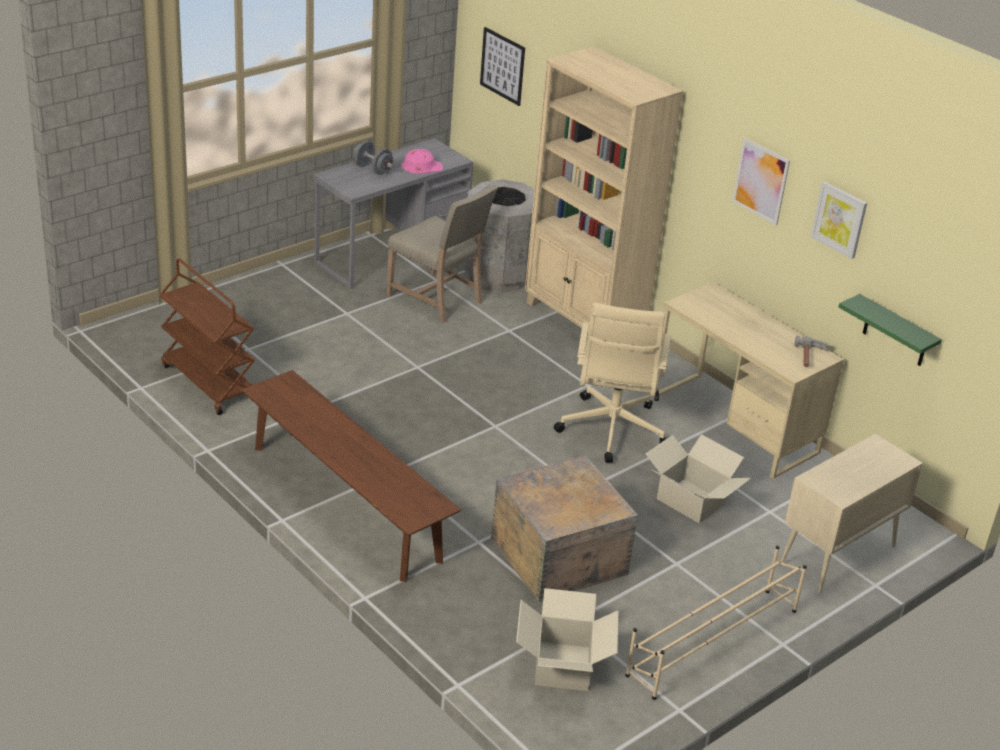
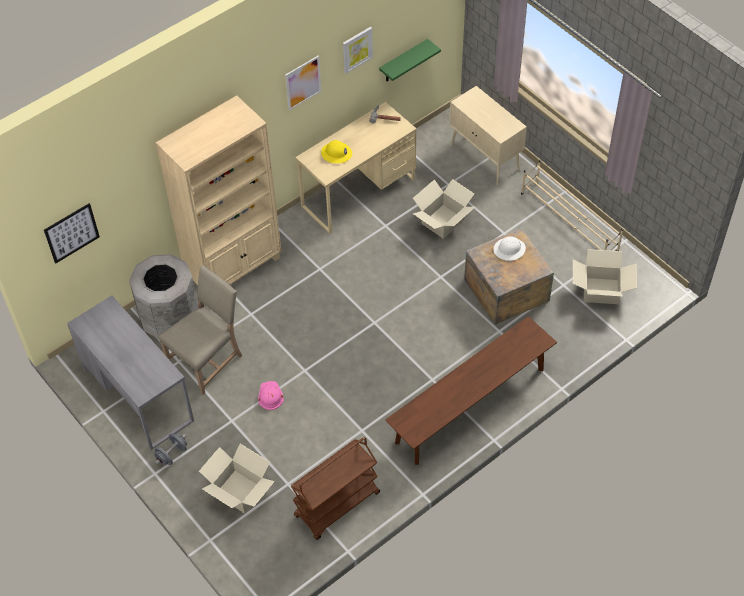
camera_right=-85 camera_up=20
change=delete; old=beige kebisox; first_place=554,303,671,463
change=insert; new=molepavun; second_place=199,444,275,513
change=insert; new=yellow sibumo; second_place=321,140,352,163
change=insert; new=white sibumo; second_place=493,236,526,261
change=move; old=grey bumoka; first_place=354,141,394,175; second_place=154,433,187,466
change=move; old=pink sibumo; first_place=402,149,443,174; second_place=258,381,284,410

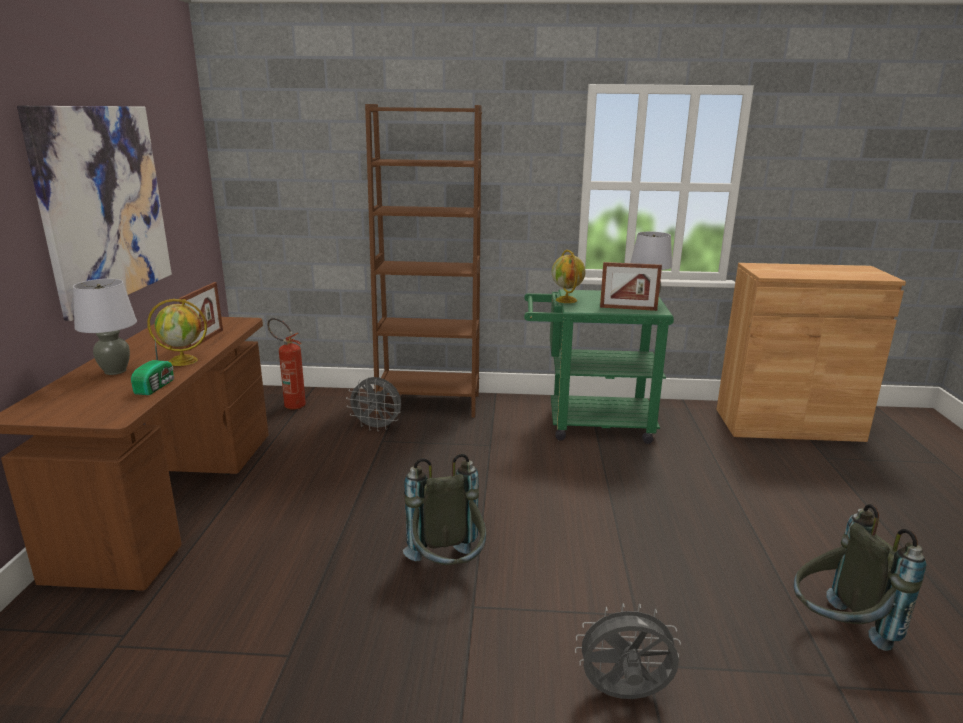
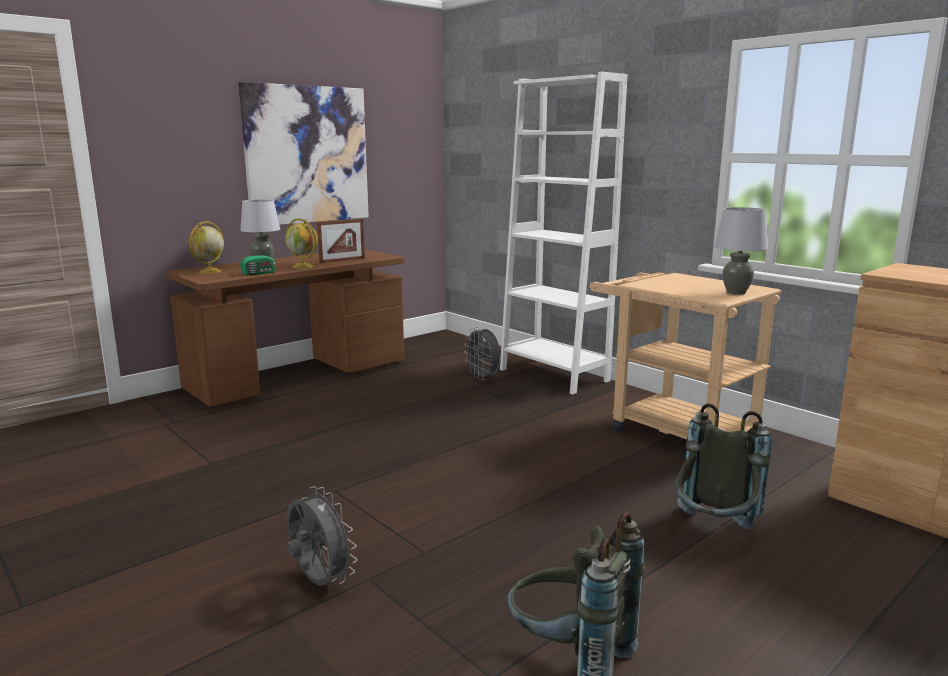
camera_right=45 camera_up=-5
change=delete; old=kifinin; first_place=267,318,306,410
change=delete; old=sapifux; first_place=600,262,662,311
change=move; old=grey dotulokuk; first_place=403,453,486,565; second_place=676,403,772,529
change=move; old=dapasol; first_place=552,250,586,303; second_place=189,221,224,274
change=recolor; old=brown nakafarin; new=white nakafarin; first_place=365,104,482,418; second_place=500,72,628,395
change=recolor; old=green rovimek; new=beige rovimek; first_place=524,289,674,444; second_place=590,272,781,439

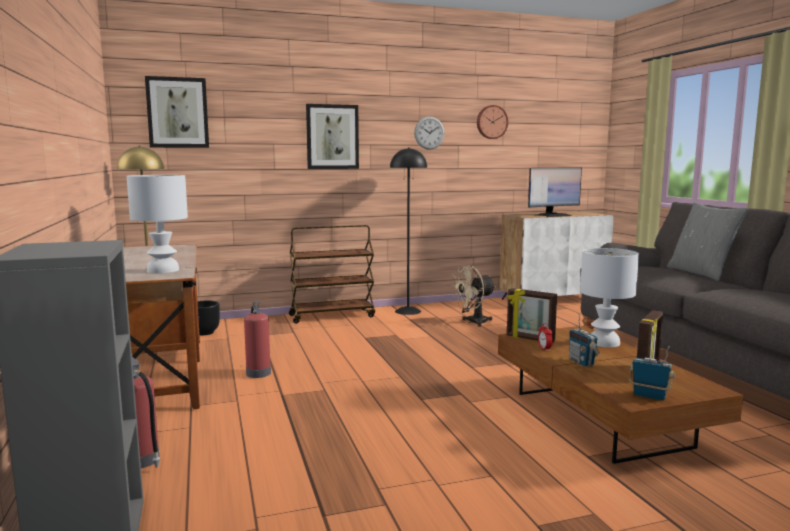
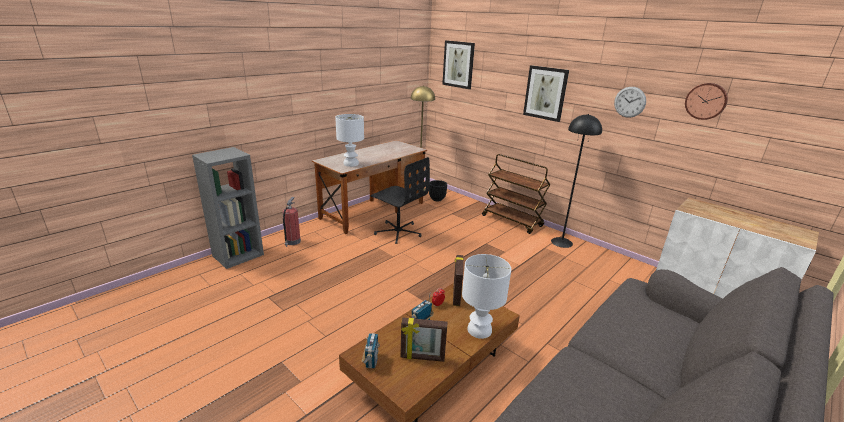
camera_right=60 camera_up=15
change=delete; old=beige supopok; first_place=451,266,496,327
change=delete; old=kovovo; first_place=528,167,582,217
change=delete; old=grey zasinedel; first_place=667,203,749,281
change=replace; old=kifinin; new=black kebisox; first_place=244,302,271,378; second_place=370,157,430,244

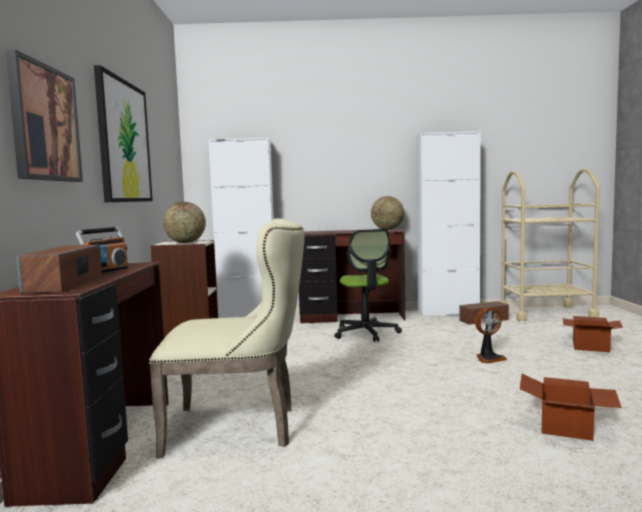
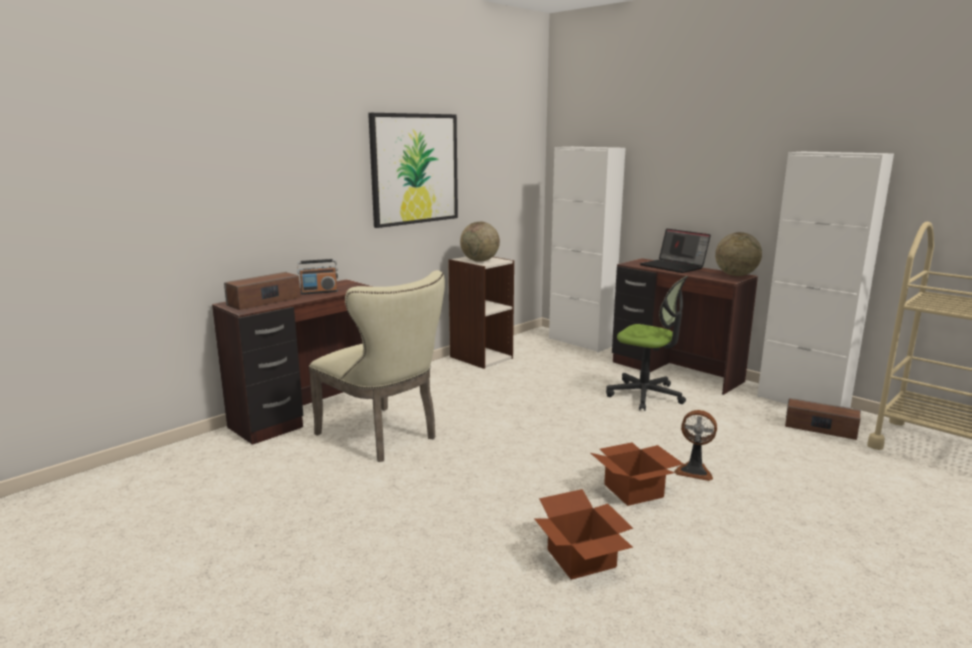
camera_right=45 camera_up=10
change=delete; old=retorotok; first_place=6,49,83,182
change=insert; new=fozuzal; second_place=640,229,711,273
change=move; old=molepavun; first_place=563,316,623,352; second_place=591,442,683,506
change=rotate; old=kebisox; first_place=334,229,402,342; second_place=606,276,688,411; degrees=-90

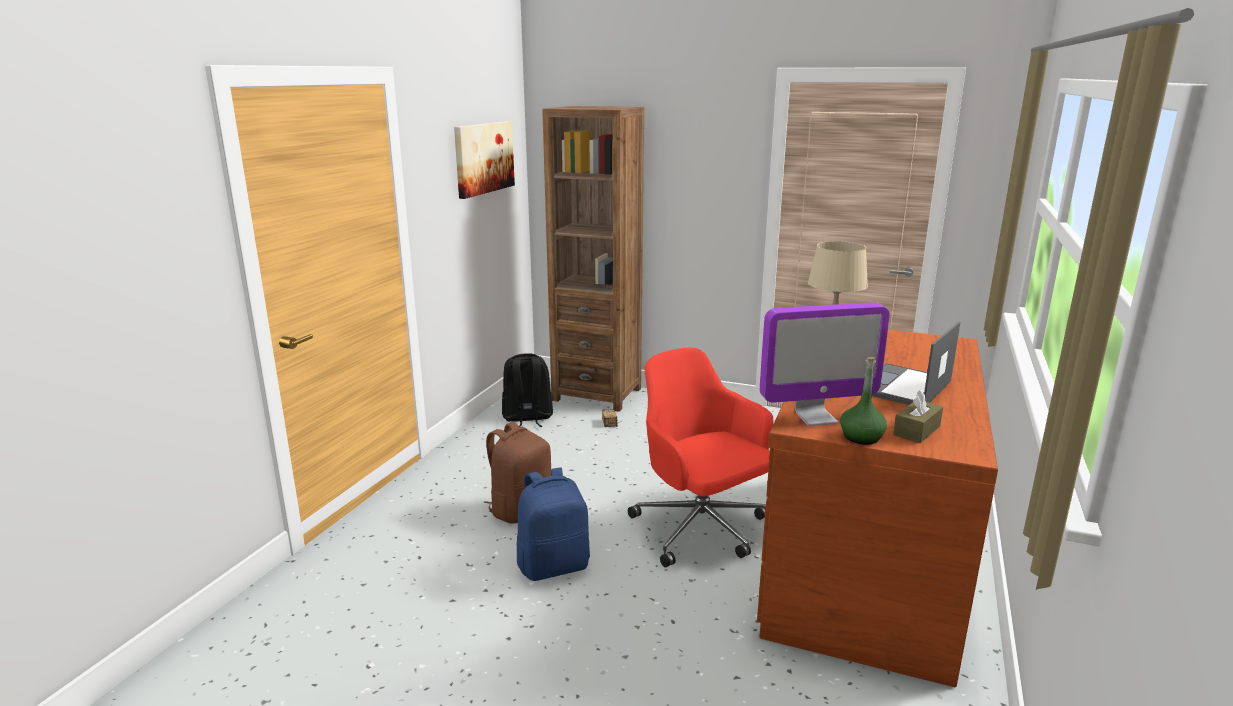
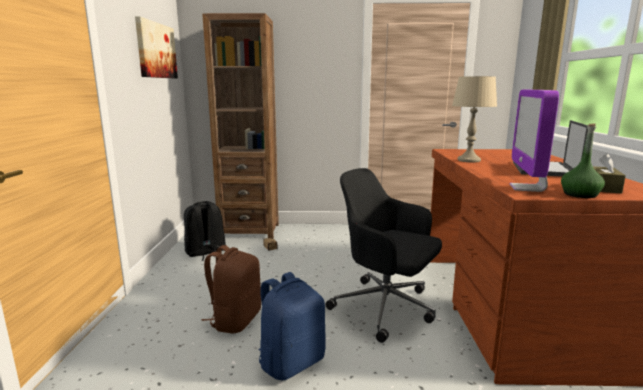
camera_right=-20 camera_up=-5
change=recolor; old=red kebisox; new=black kebisox; first_place=628,348,774,567; second_place=325,168,442,343
change=rotate; old=kovovo; first_place=760,303,890,426; second_place=510,90,559,192; degrees=135

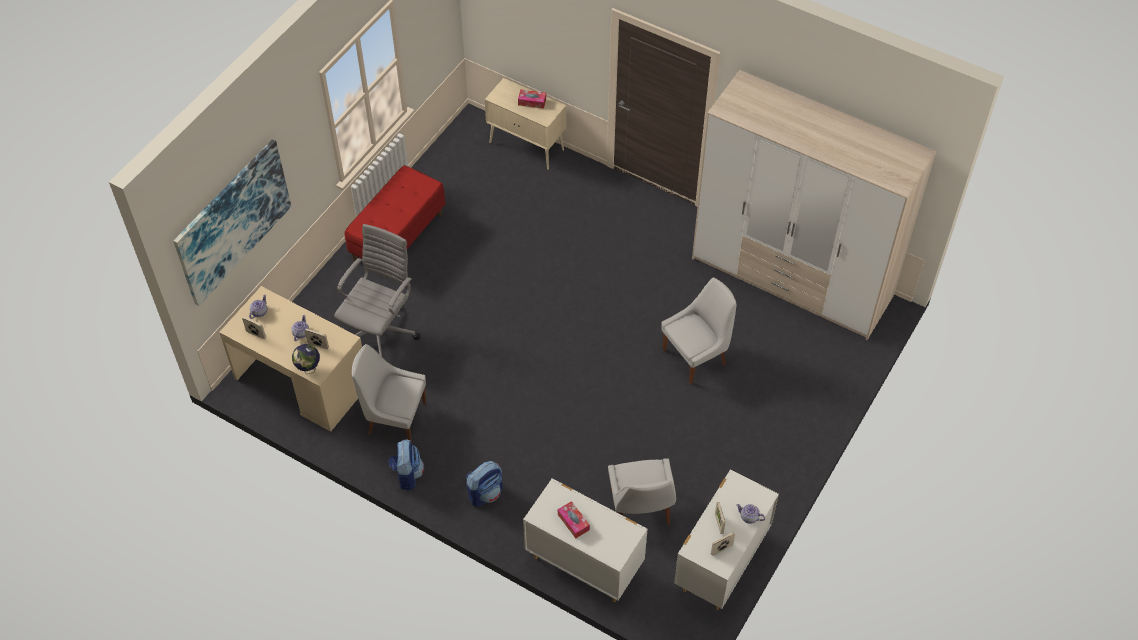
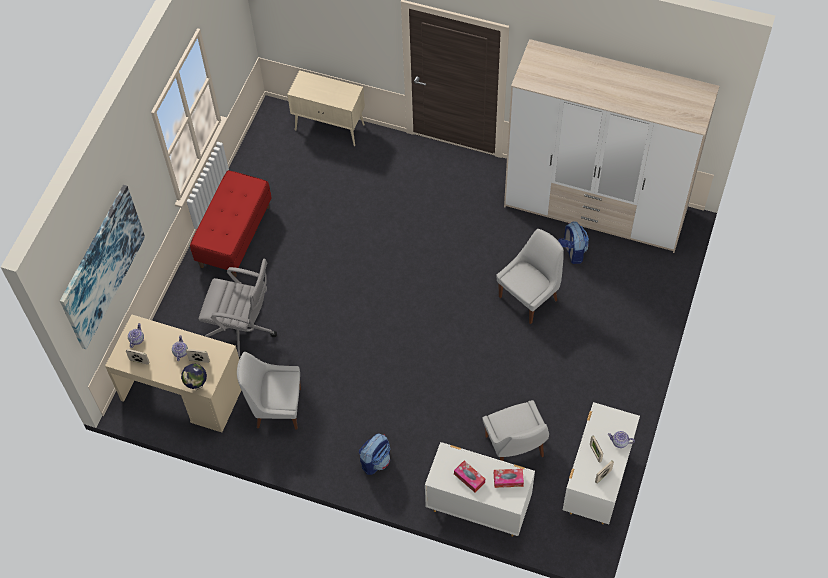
camera_right=-10 camera_up=5
change=move; old=dotulokuk; first_place=389,439,424,490; second_place=558,221,589,264
change=move; old=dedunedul; first_place=518,89,546,109; second_place=494,469,524,488
change=rotate; old=grey kebisox; first_place=334,224,420,357; second_place=198,258,277,359; degrees=90

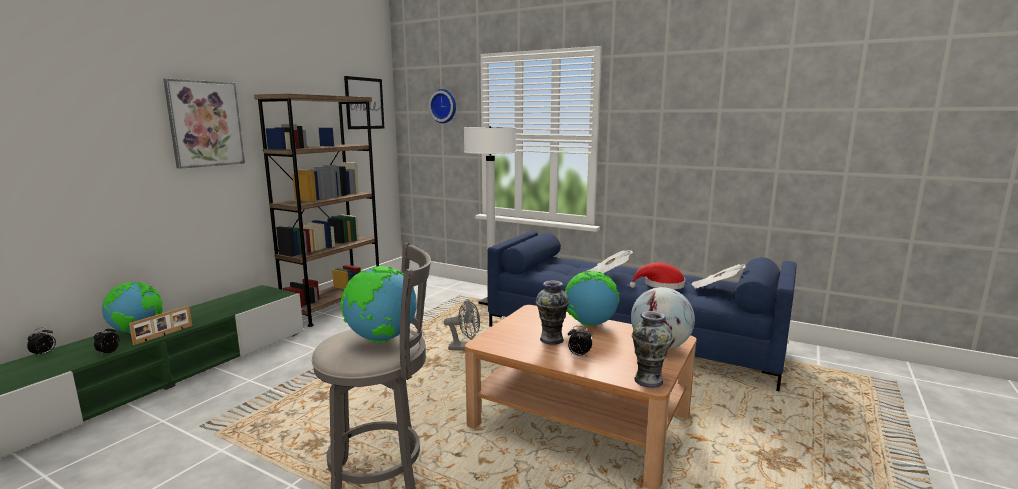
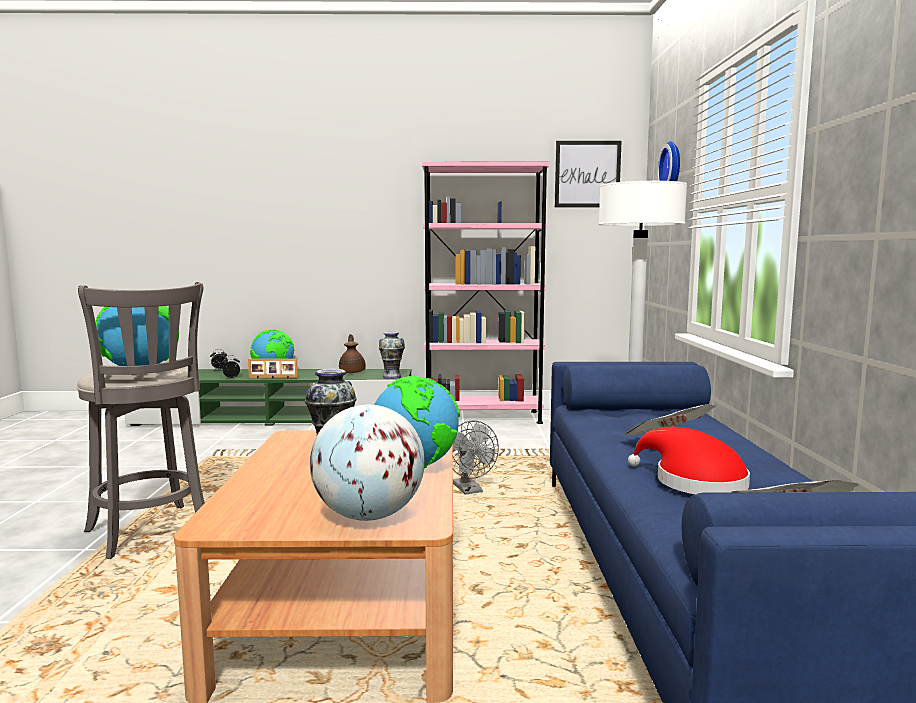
camera_right=60 camera_up=-5
change=delete; old=retorotok; first_place=163,79,245,169
change=delete; old=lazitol; first_place=568,326,592,357
change=insert; new=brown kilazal; second_place=339,334,366,373
change=move; old=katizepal; first_place=632,311,673,388; second_place=379,332,405,379
change=recolor; old=brown nakafarin; new=pink nakafarin; first_place=254,94,379,327; second_place=422,161,549,424

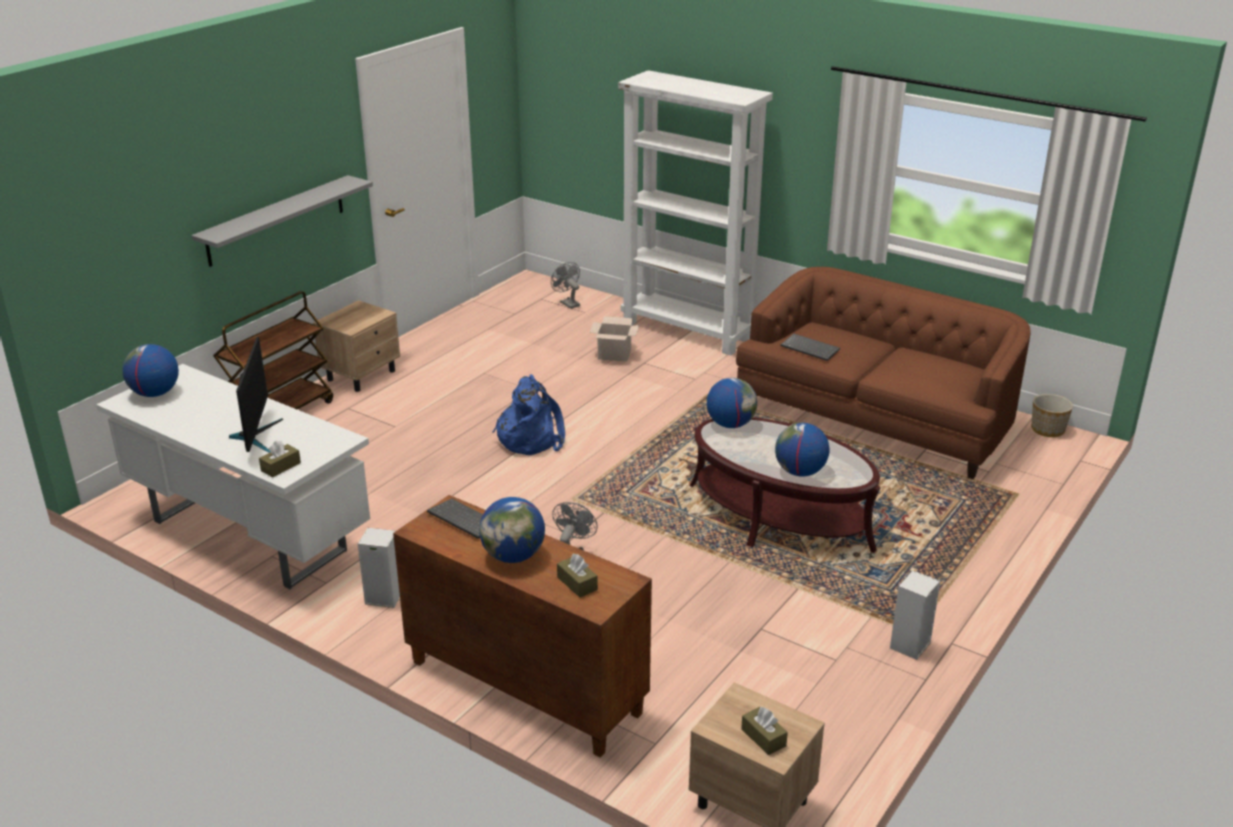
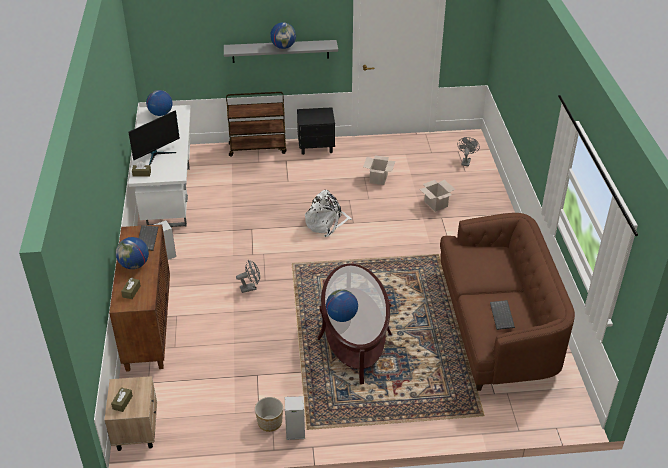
camera_right=50 camera_up=10
change=delete; old=white nakafarin; first_place=618,70,773,355
change=insert; new=molepavun; second_place=363,155,395,185
change=move; old=dapasol; first_place=707,378,757,428; second_place=270,22,296,49
change=move; old=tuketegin; first_place=781,333,840,361; second_place=490,300,515,330
change=move; old=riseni; first_place=1031,394,1073,437; second_place=255,397,283,432
change=recolor; old=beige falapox; new=black falapox; first_place=313,300,400,392; second_place=297,107,335,155
change=recolor; old=blue dotulokuk; new=white dotulokuk; first_place=493,374,565,455; second_place=305,190,352,237

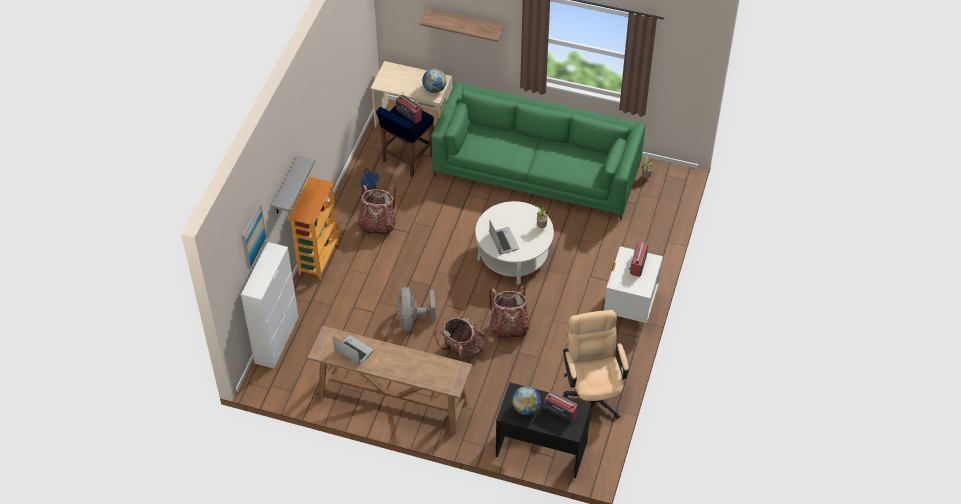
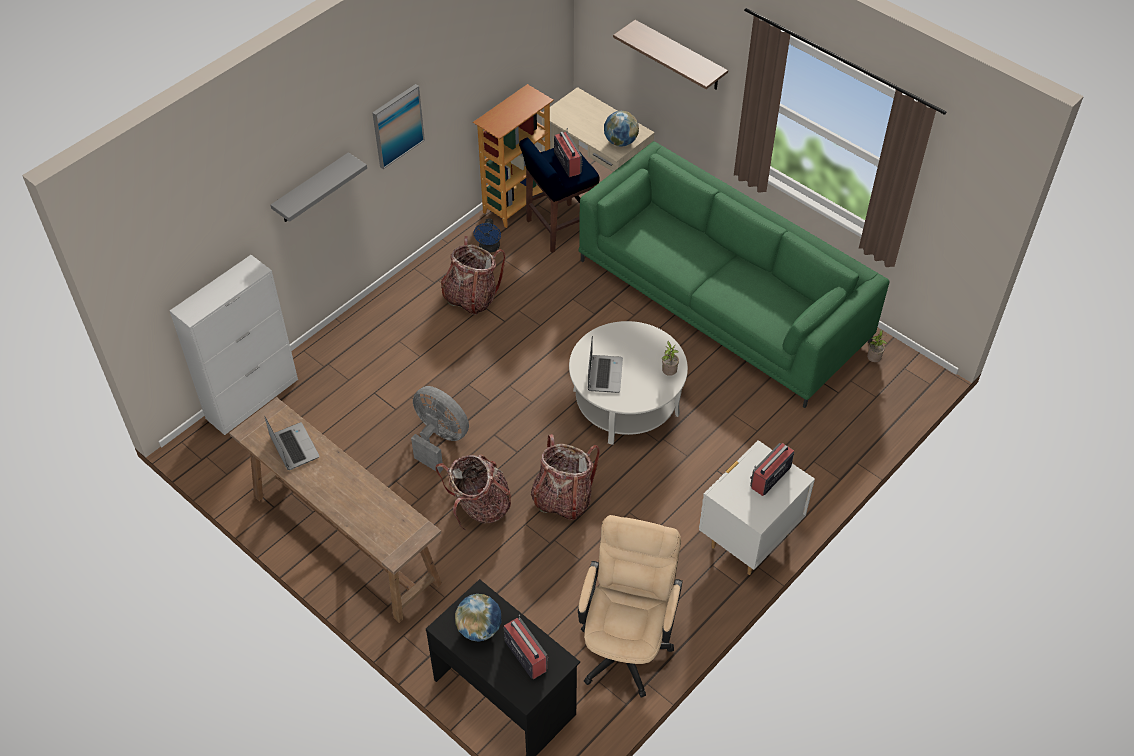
camera_right=25 camera_up=0
change=move; old=retorotok; first_place=241,204,267,269; second_place=372,84,425,169
change=move; old=nakafarin; first_place=288,177,339,281; second_place=473,84,553,228
change=rotate; old=grey supopok; first_place=397,287,436,331; second_place=411,386,469,473; degrees=105

